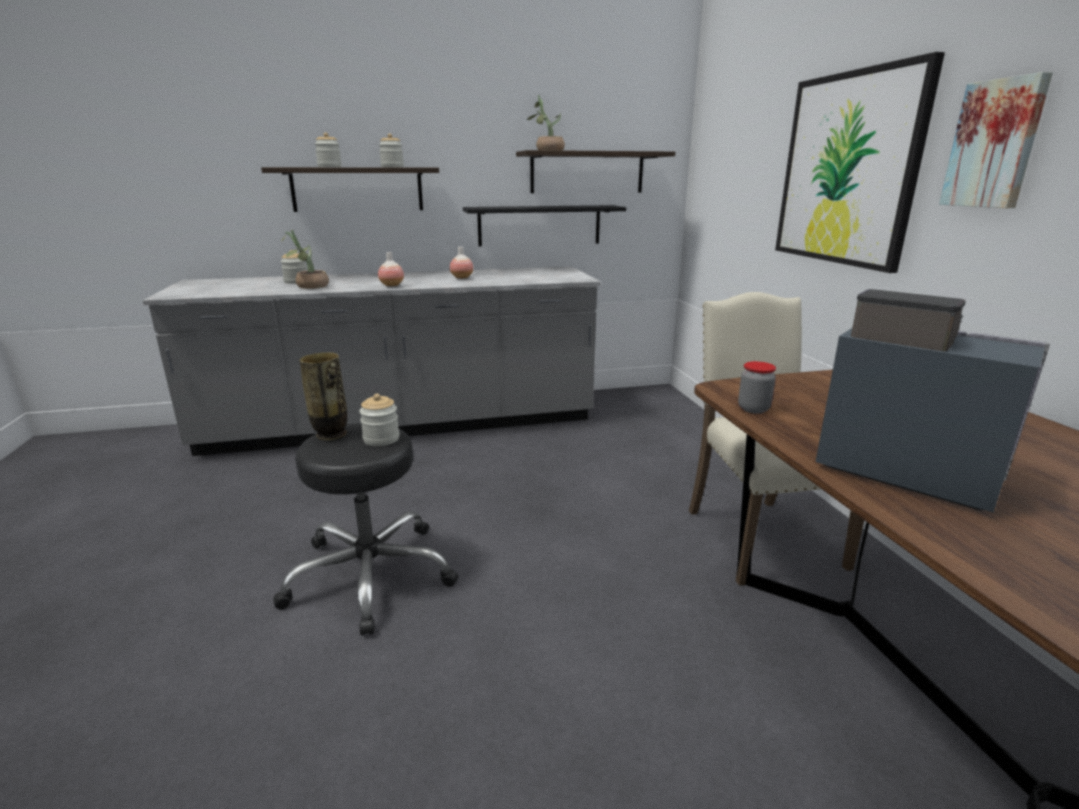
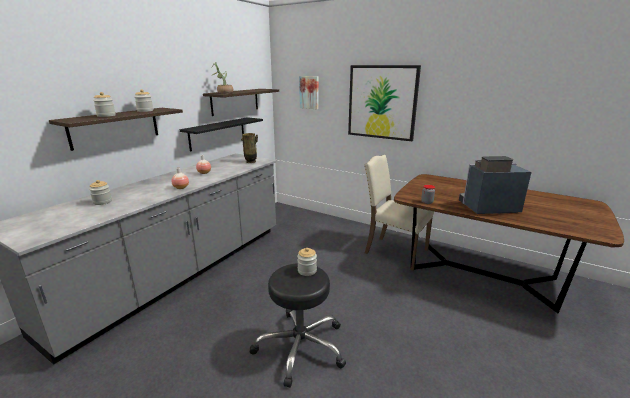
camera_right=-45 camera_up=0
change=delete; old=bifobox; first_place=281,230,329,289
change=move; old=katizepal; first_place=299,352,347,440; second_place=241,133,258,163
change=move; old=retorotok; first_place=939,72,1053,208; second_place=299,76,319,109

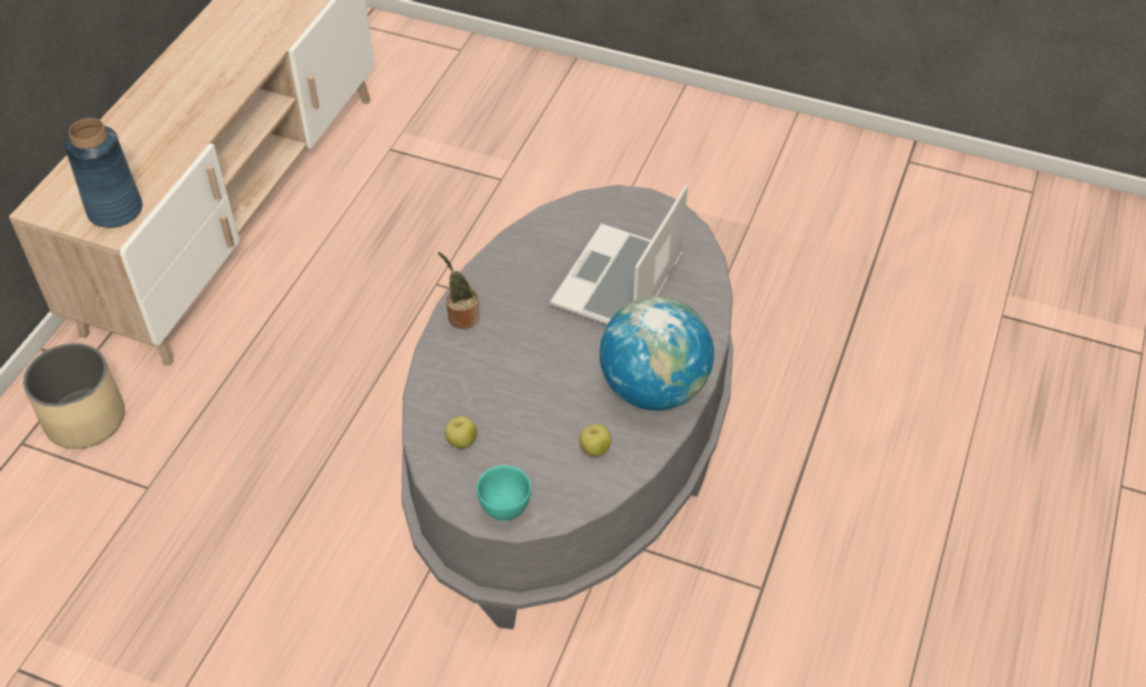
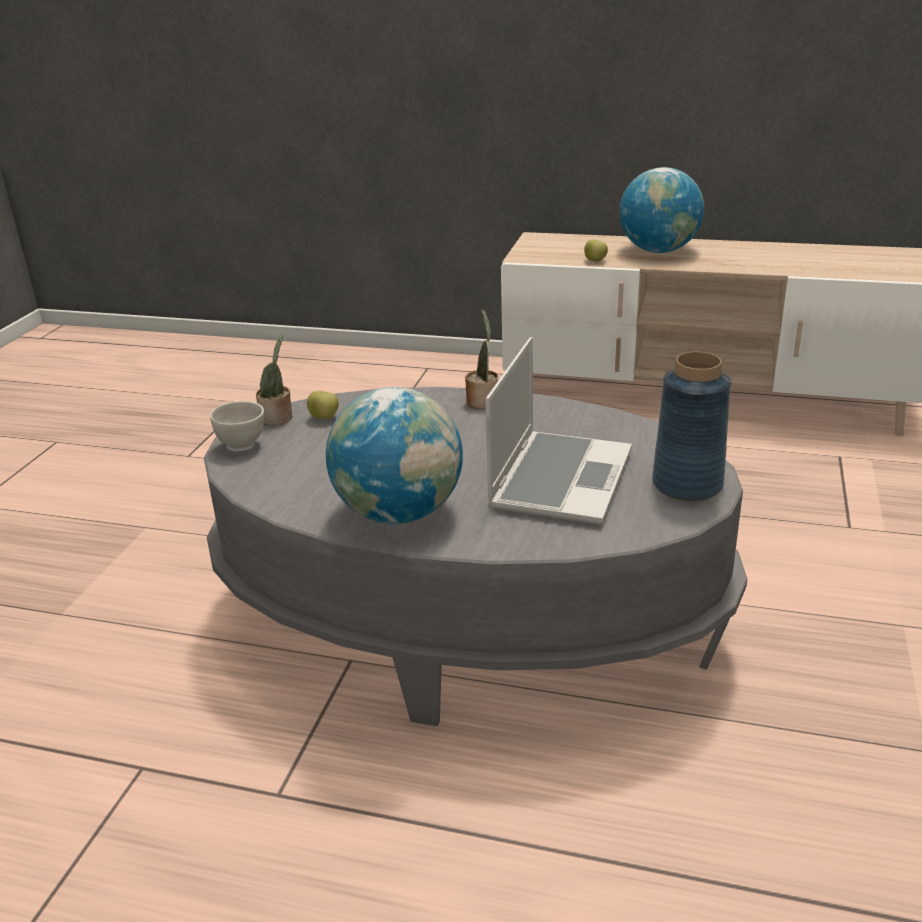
camera_right=85 camera_up=-20
change=delete; old=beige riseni; first_place=23,343,125,449
change=insert; new=bifobox; second_place=256,335,292,426
change=insert; new=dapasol; second_place=620,167,704,253
change=move; old=blue katizepal; first_place=65,118,142,228; second_place=652,352,731,501
change=move; old=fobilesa; first_place=579,424,611,456; second_place=584,239,608,261
change=recolor; old=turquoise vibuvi; new=white vibuvi; first_place=477,465,531,521; second_place=210,401,264,451
change=rotate; old=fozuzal; first_place=550,185,688,325; second_place=485,337,632,525; degrees=90

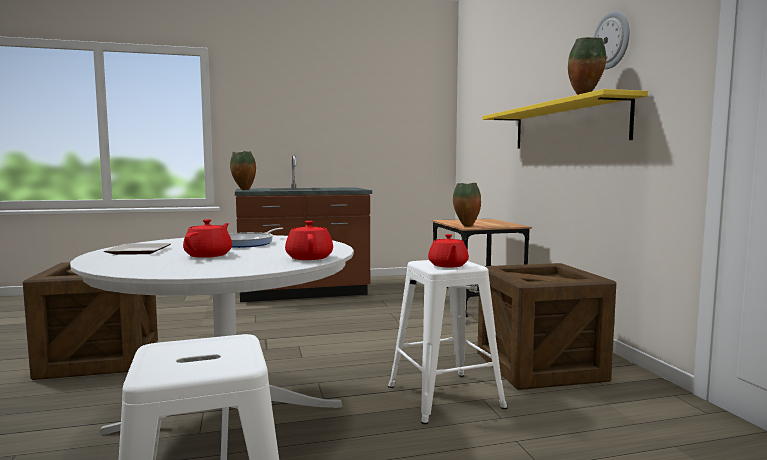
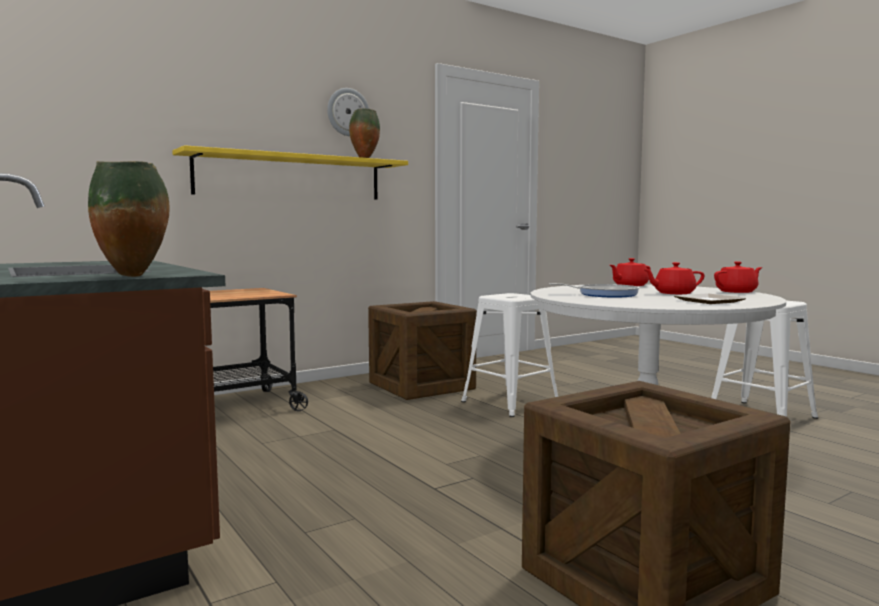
camera_right=-110 camera_up=0
change=delete; old=katizepal; first_place=453,183,481,227
change=move; old=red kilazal; first_place=428,234,469,268; second_place=714,261,762,293

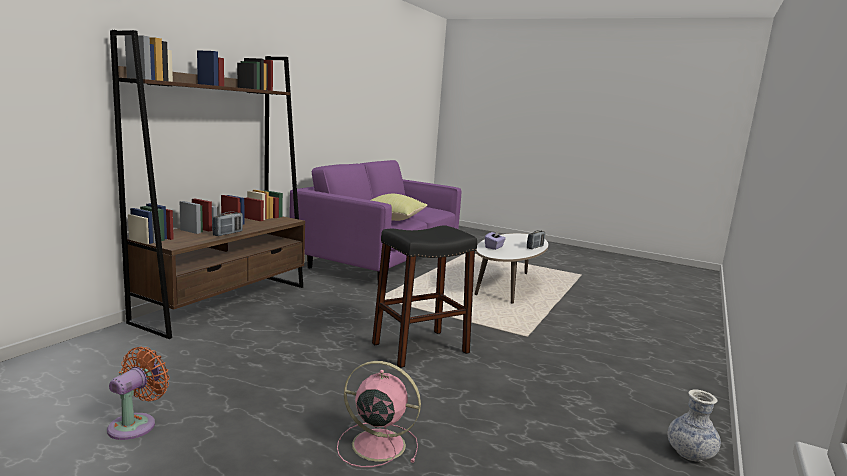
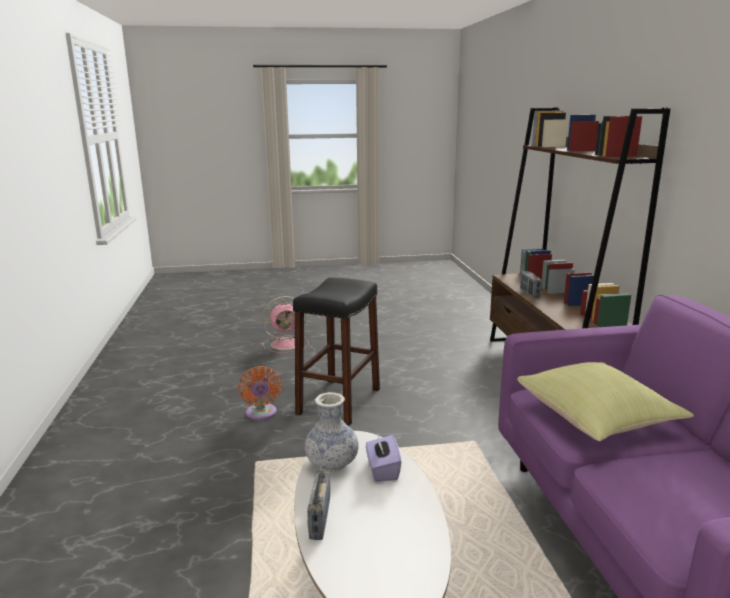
camera_right=145 camera_up=5
change=move; old=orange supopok; first_place=107,347,170,440; second_place=238,366,282,420
change=move; old=katizepal; first_place=668,389,721,462; second_place=305,392,358,472

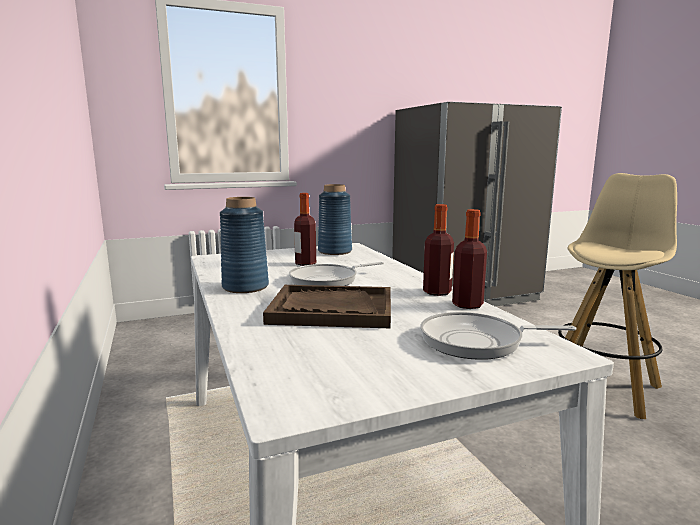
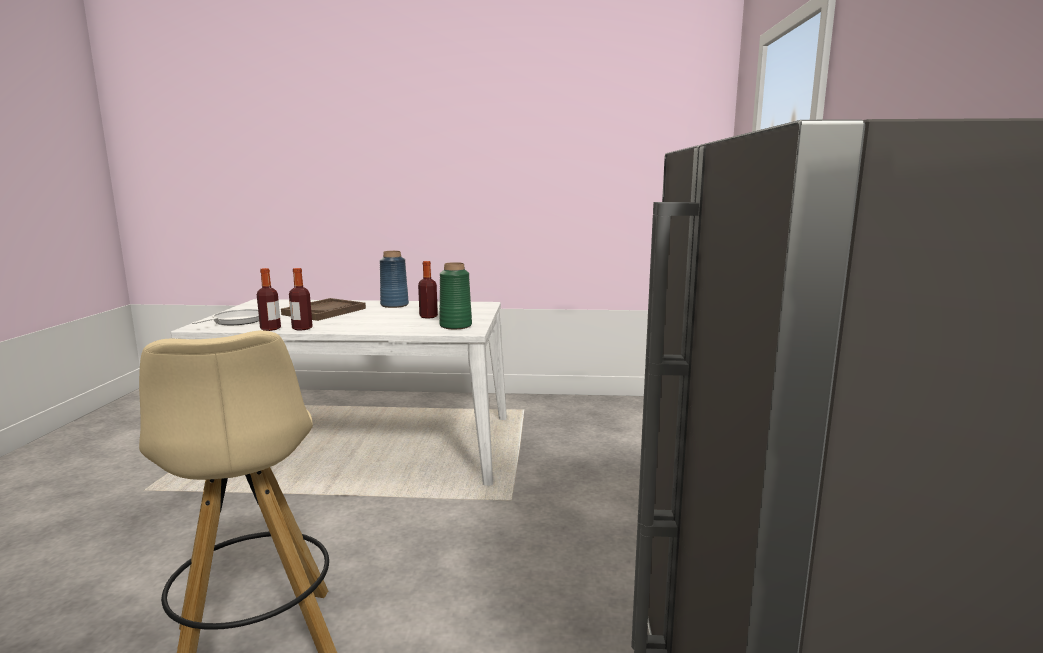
camera_right=115 camera_up=0
change=delete; old=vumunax; first_place=289,262,384,286
change=recolor; old=blue katizepal; new=green katizepal; first_place=318,184,352,255; second_place=439,262,472,329

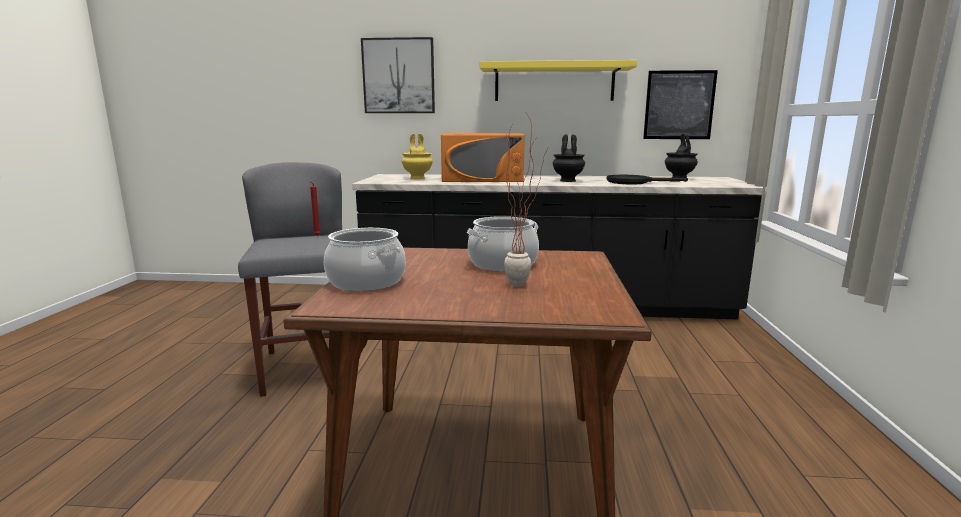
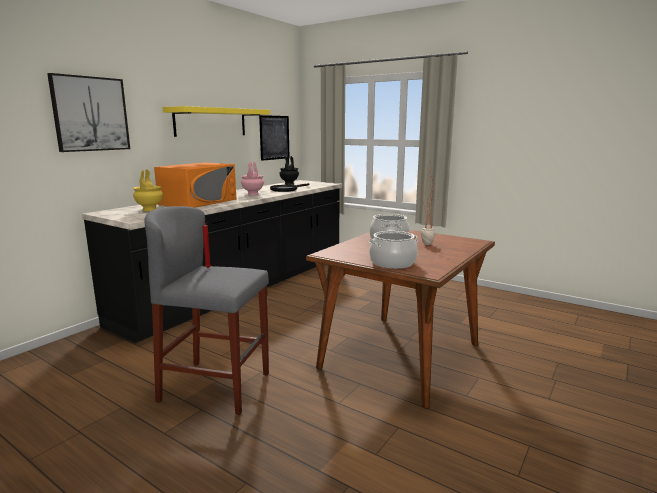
camera_right=-60 camera_up=0
change=recolor; old=black katizepal; new=pink katizepal; first_place=553,134,585,182; second_place=241,162,264,195

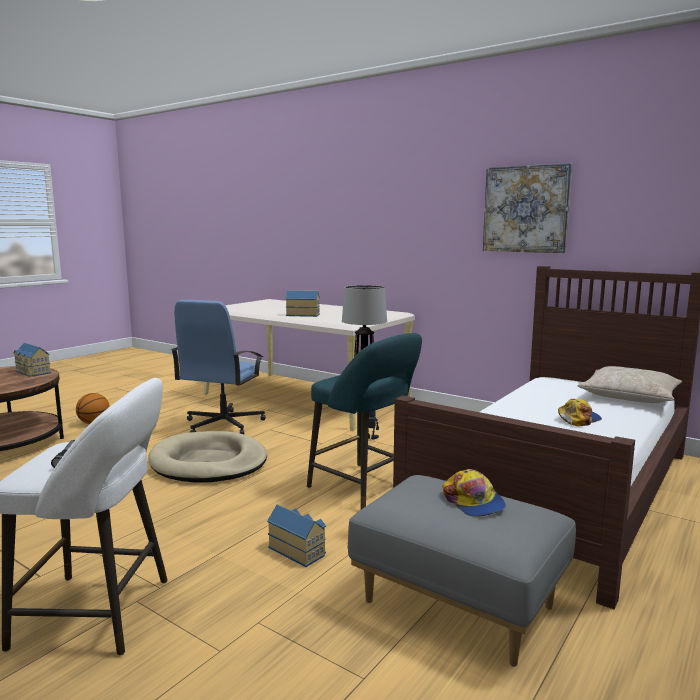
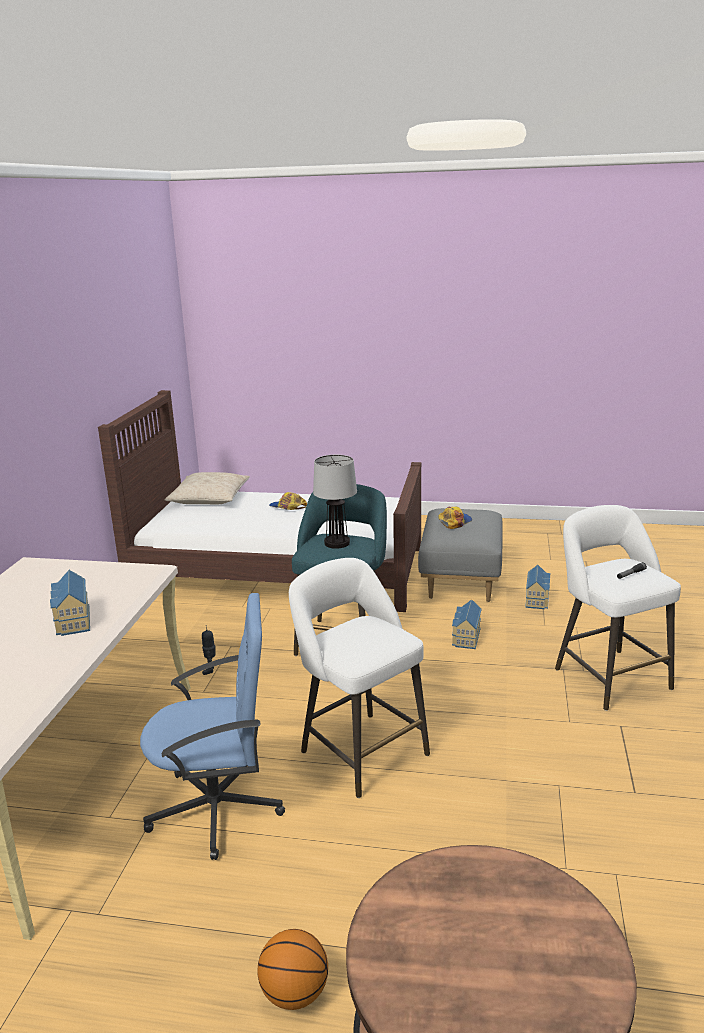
camera_right=-115 camera_up=10
change=delete; old=retorotok; first_place=483,163,572,253
change=move; old=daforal; first_place=13,343,51,377; second_place=525,565,550,609
change=replace; old=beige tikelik; new=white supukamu; first_place=148,431,267,482; second_place=289,558,430,798

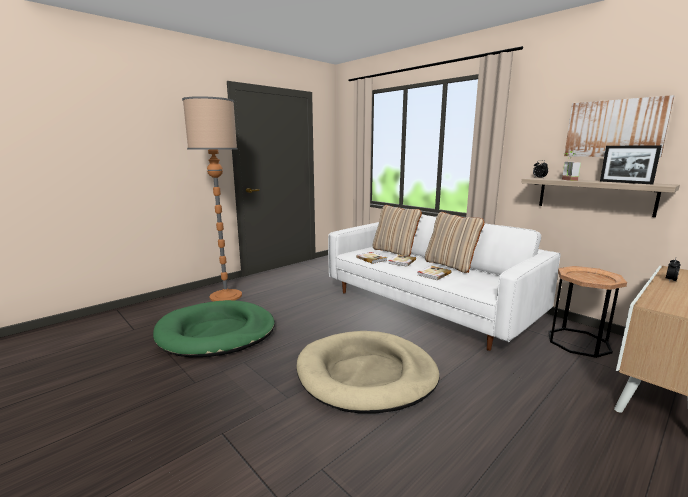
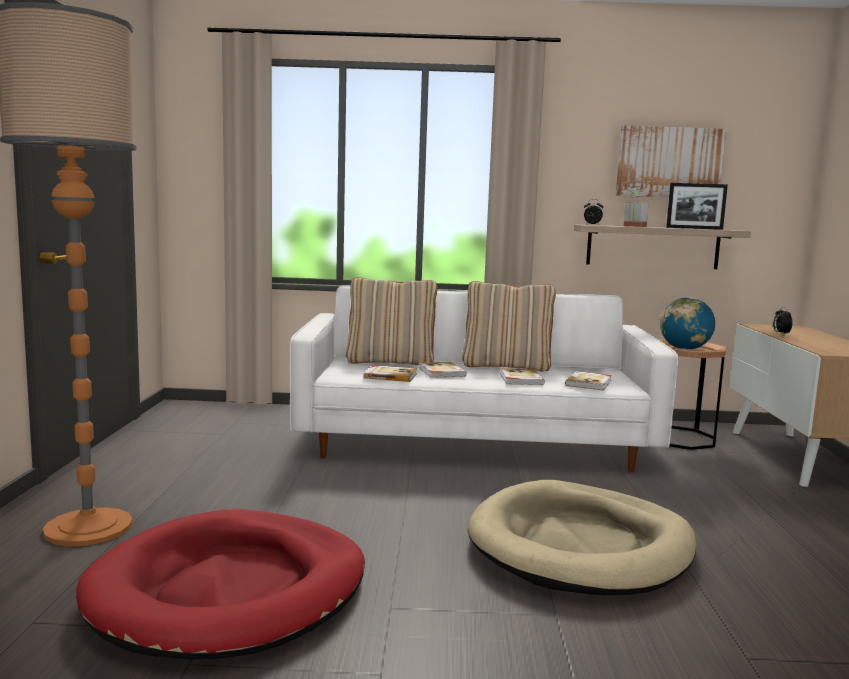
camera_right=-45 camera_up=-5
change=insert; new=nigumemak; second_place=565,371,612,390
change=insert; new=dapasol; second_place=660,297,715,350
change=recolor; old=green tikelik; new=red tikelik; first_place=153,300,275,357; second_place=76,509,365,660

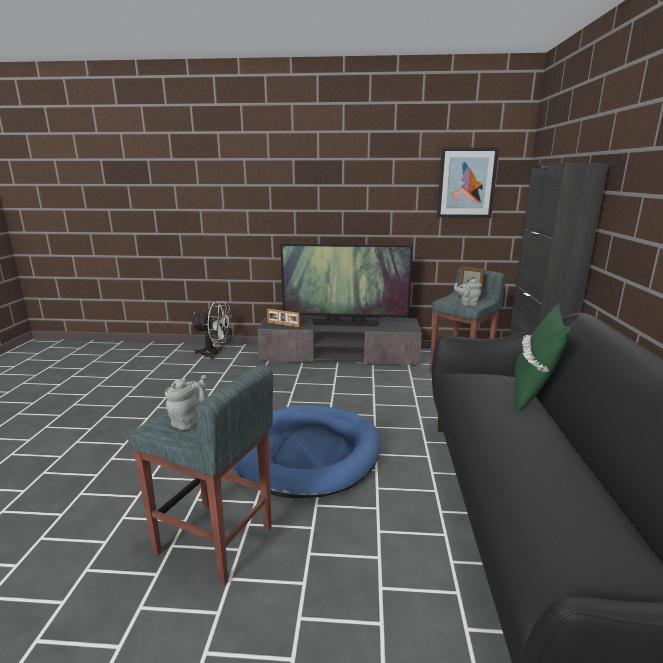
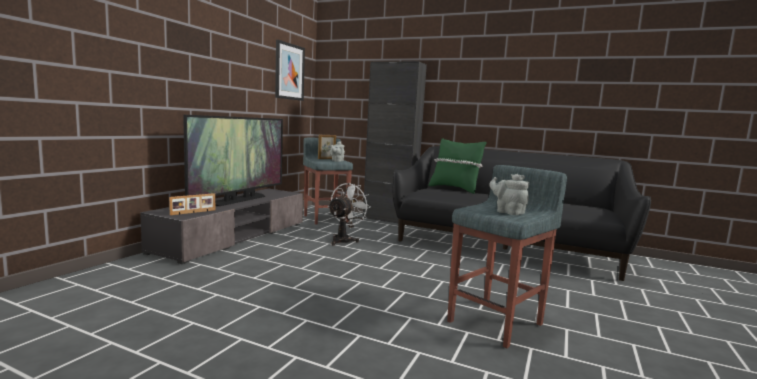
camera_right=-70 camera_up=-10
change=delete; old=blue tikelik; first_place=234,405,381,498
change=move; old=white supopok; first_place=191,301,232,360; second_place=328,183,371,245

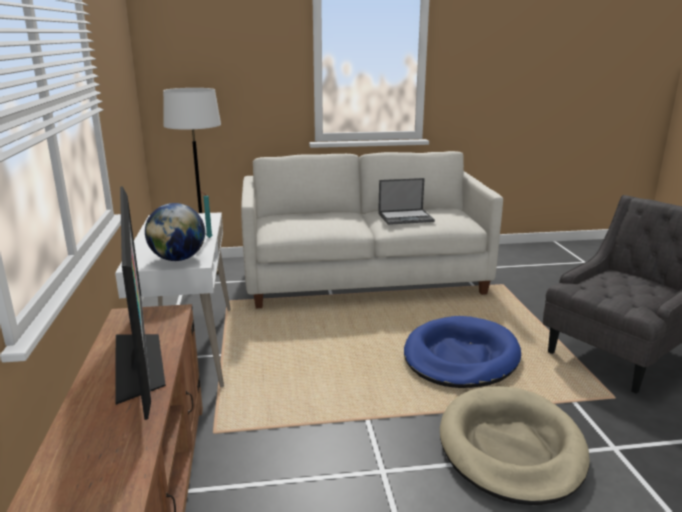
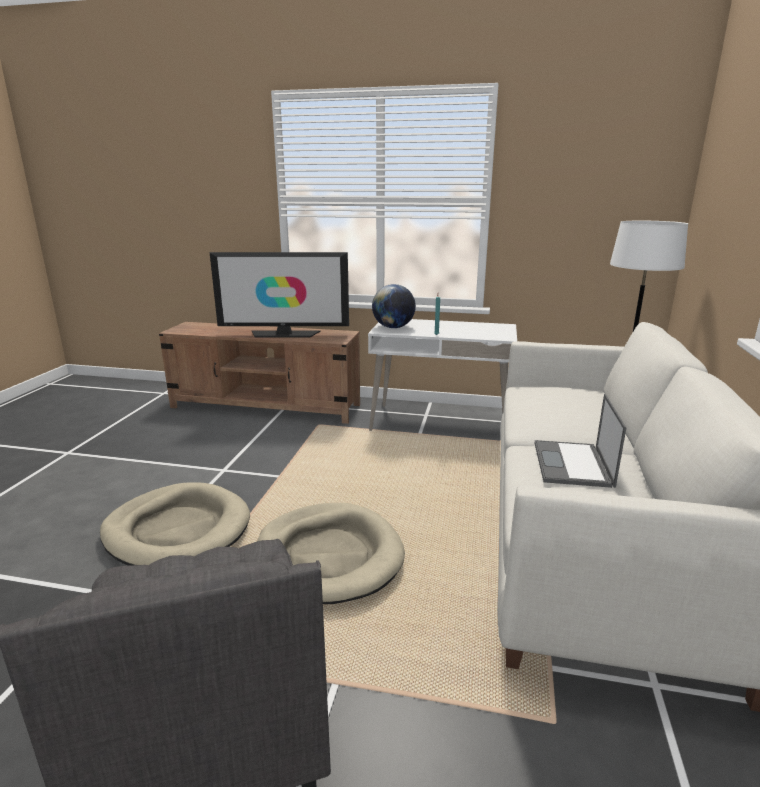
camera_right=110 camera_up=0
change=recolor; old=blue tikelik; new=beige tikelik; first_place=404,316,521,388; second_place=257,503,405,604

